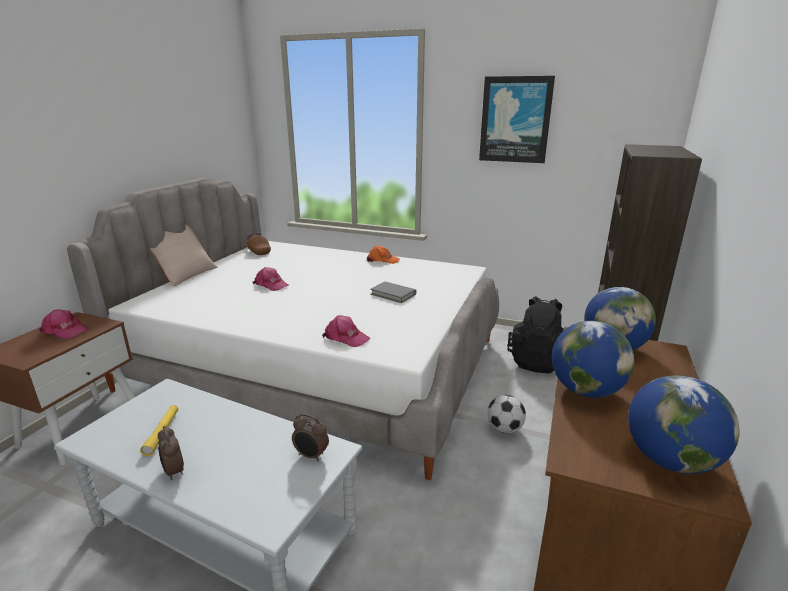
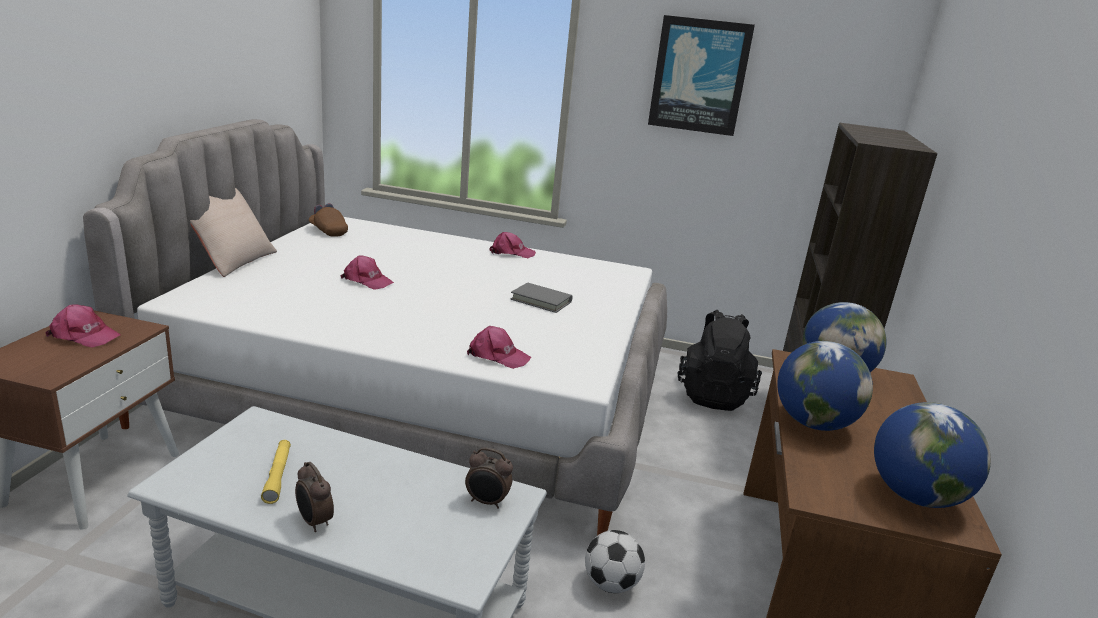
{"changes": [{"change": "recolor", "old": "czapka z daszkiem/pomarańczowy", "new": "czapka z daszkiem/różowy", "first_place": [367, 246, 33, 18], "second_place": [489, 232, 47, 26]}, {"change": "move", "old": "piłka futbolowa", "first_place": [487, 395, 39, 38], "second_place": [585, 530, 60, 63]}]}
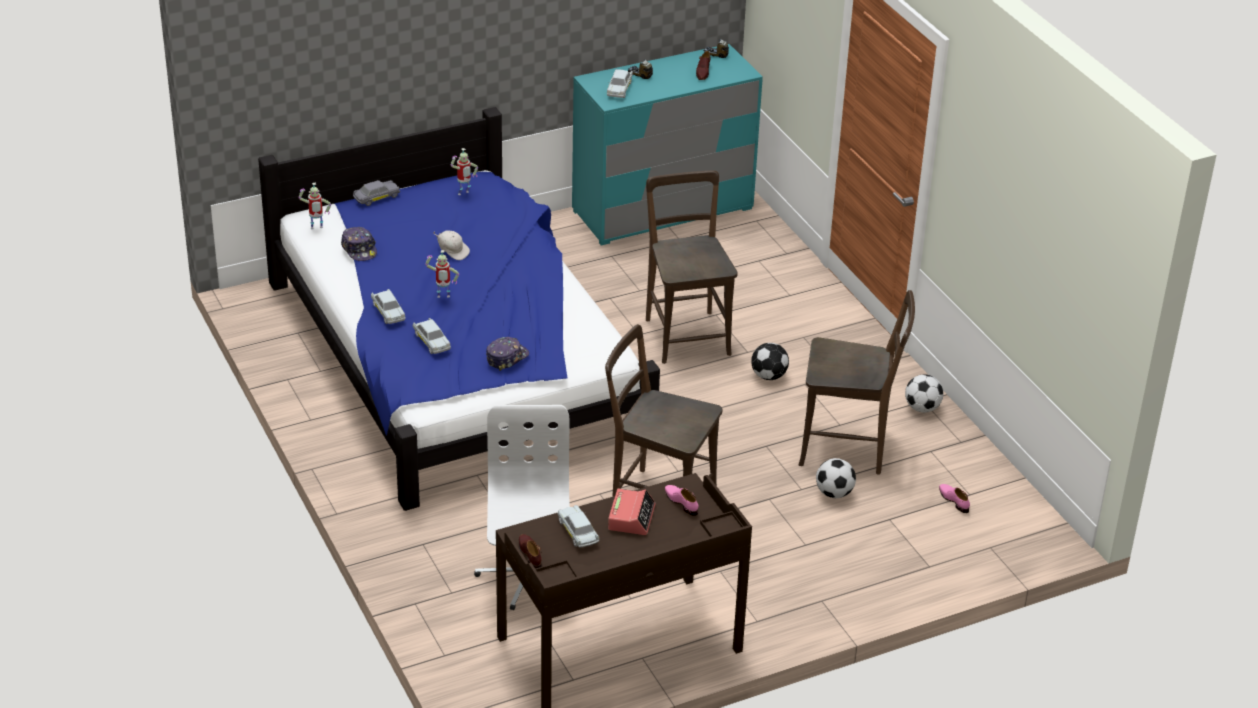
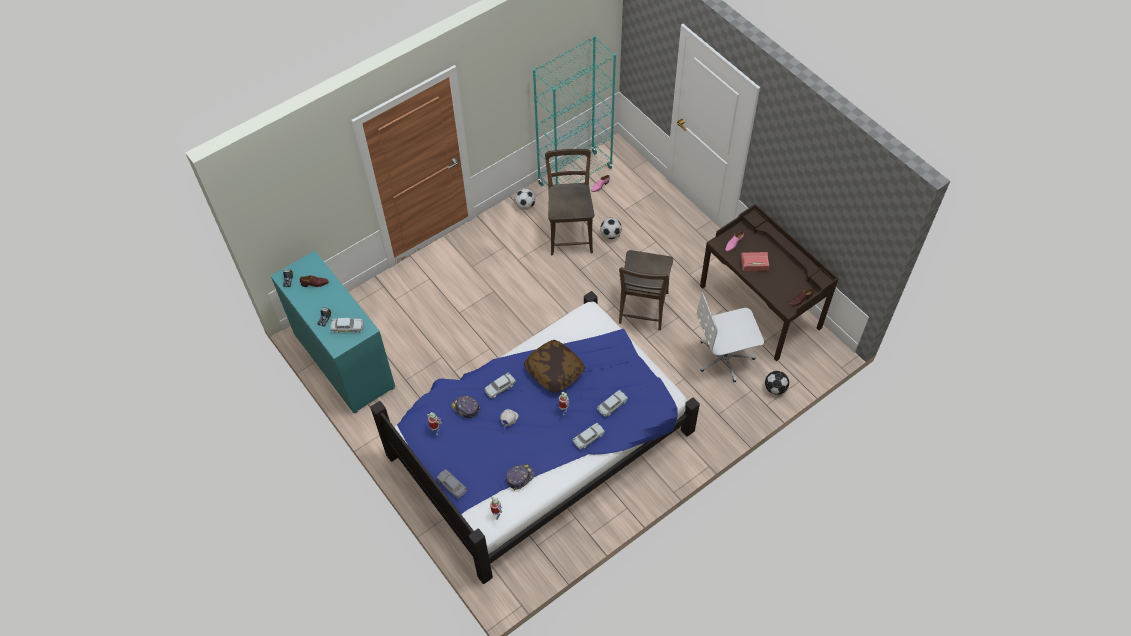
{"changes": [{"change": "delete", "old": "krzesło/brązowy", "first_place": [646, 170, 92, 194]}, {"change": "move", "old": "czapka z daszkiem", "first_place": [486, 337, 43, 34], "second_place": [451, 396, 30, 22]}, {"change": "move", "old": "piłka futbolowa", "first_place": [751, 343, 38, 37], "second_place": [765, 371, 24, 24]}, {"change": "move", "old": "samochodzik/biały", "first_place": [558, 505, 41, 43], "second_place": [484, 372, 32, 26]}, {"change": "insert", "new": "regał/turkusowy", "second_place": [533, 36, 83, 150]}, {"change": "insert", "new": "poduszka", "second_place": [524, 340, 61, 53]}]}
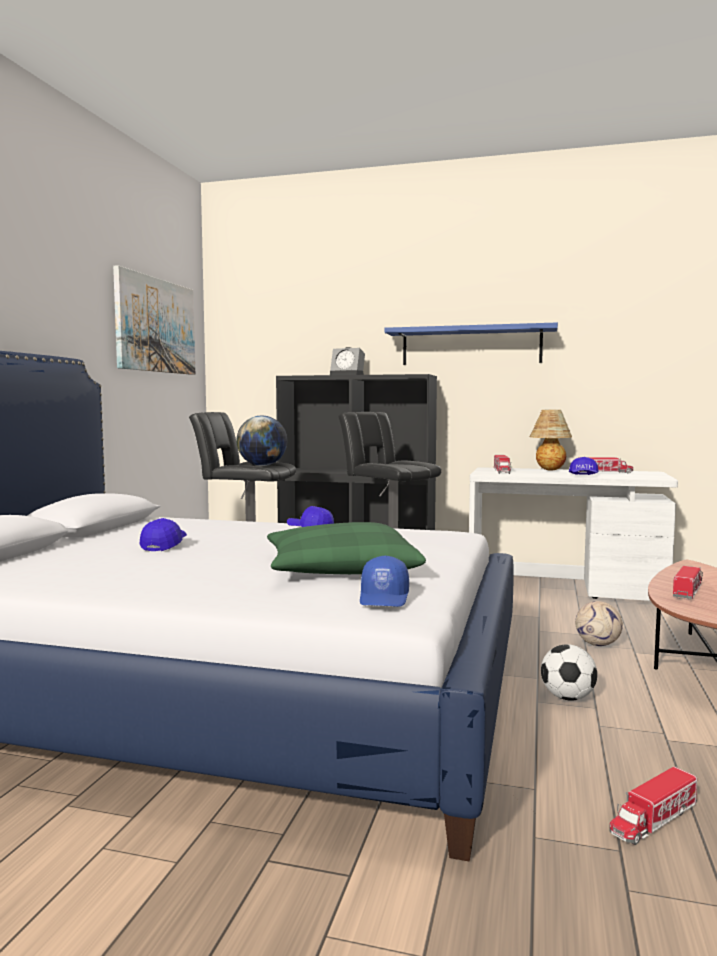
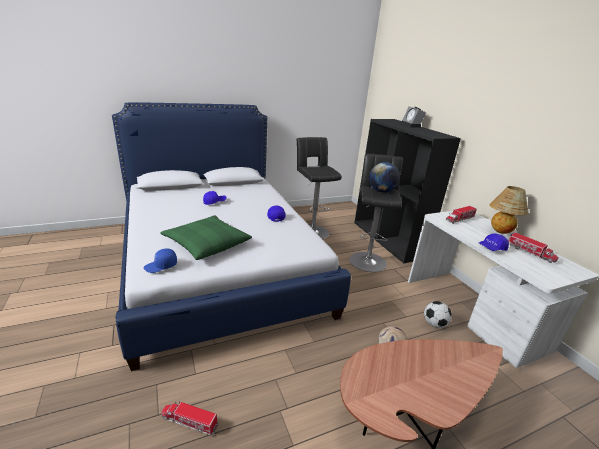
{"changes": [{"change": "delete", "old": "obraz", "first_place": [113, 265, 82, 110]}, {"change": "delete", "old": "półka/niebieski", "first_place": [384, 322, 174, 43]}, {"change": "move", "old": "globus", "first_place": [236, 415, 51, 51], "second_place": [369, 162, 31, 31]}, {"change": "delete", "old": "ciężarówka zabawkowa", "first_place": [673, 566, 30, 34]}, {"change": "move", "old": "piłka futbolowa", "first_place": [541, 644, 56, 57], "second_place": [424, 301, 28, 27]}]}
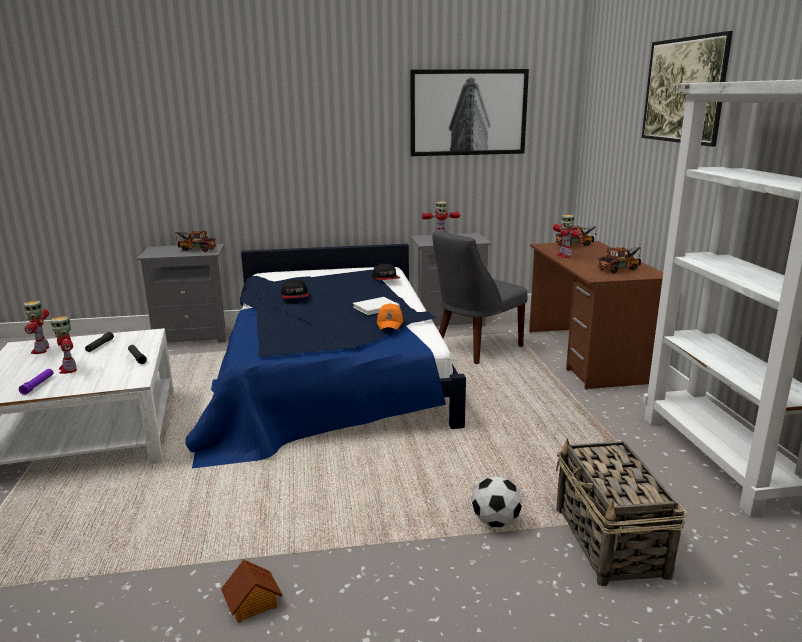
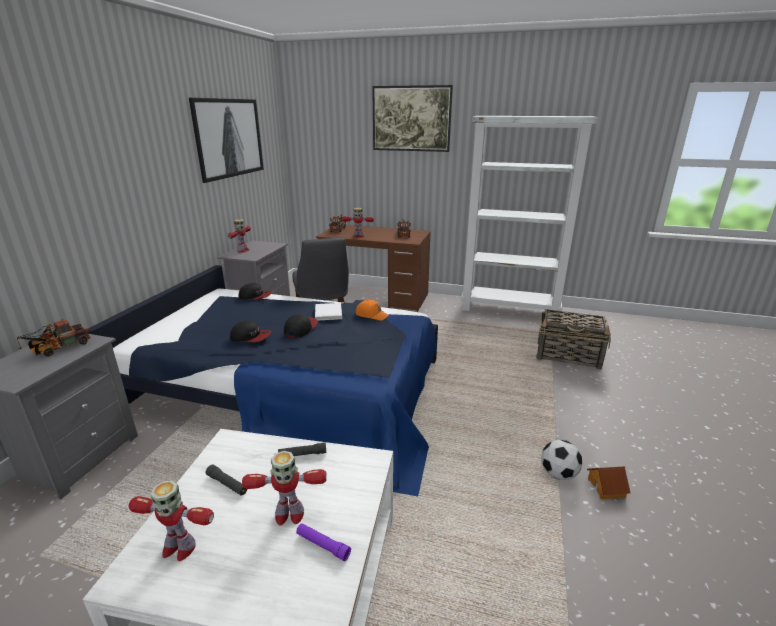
{"changes": [{"change": "move", "old": "piłka futbolowa", "first_place": [472, 476, 50, 52], "second_place": [541, 440, 41, 40]}, {"change": "insert", "new": "czapka z daszkiem", "second_place": [284, 314, 34, 24]}]}
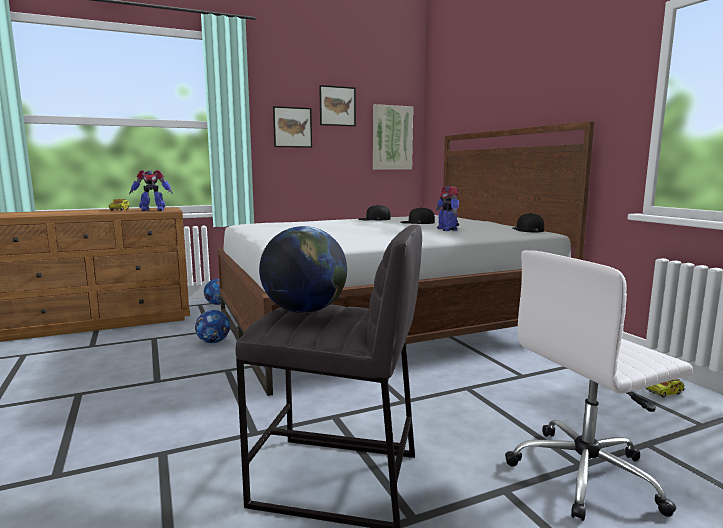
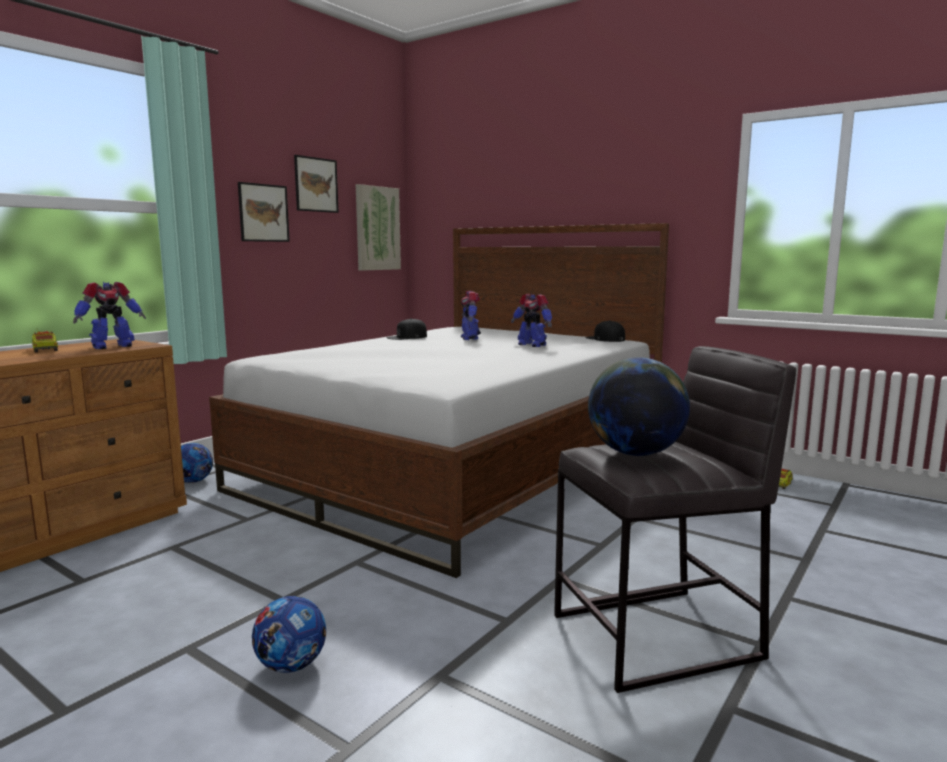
{"changes": [{"change": "replace", "old": "czapka z daszkiem/czarny", "new": "robot zabawkowy", "first_place": [400, 207, 35, 17], "second_place": [461, 291, 20, 49]}, {"change": "delete", "old": "krzesło biurowe/biały", "first_place": [505, 250, 188, 271]}, {"change": "move", "old": "piłka futbolowa", "first_place": [195, 310, 35, 33], "second_place": [252, 596, 74, 77]}]}
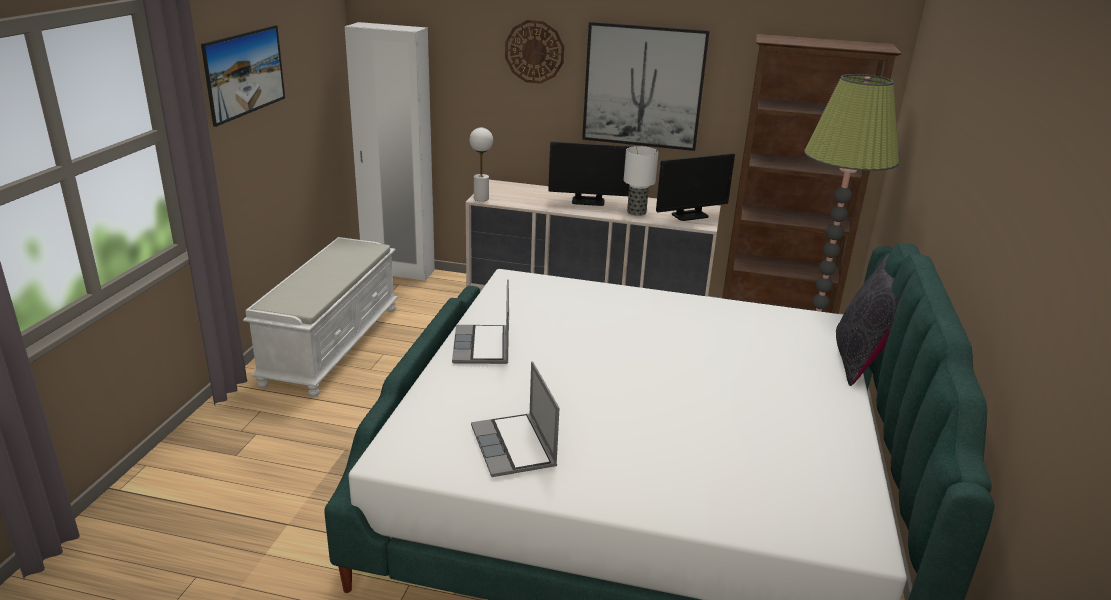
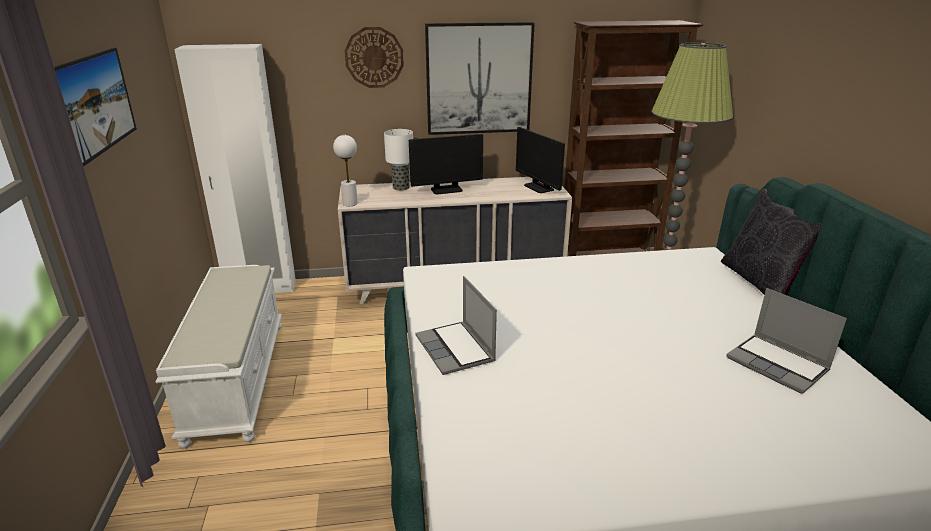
{"changes": [{"change": "move", "old": "lampa stołowa", "first_place": [624, 146, 35, 70], "second_place": [384, 129, 29, 62]}, {"change": "rotate", "old": "monitor", "first_place": [656, 153, 79, 68], "second_place": [516, 127, 49, 66], "degrees": 105}, {"change": "move", "old": "laptop", "first_place": [471, 361, 89, 116], "second_place": [726, 288, 121, 106]}]}
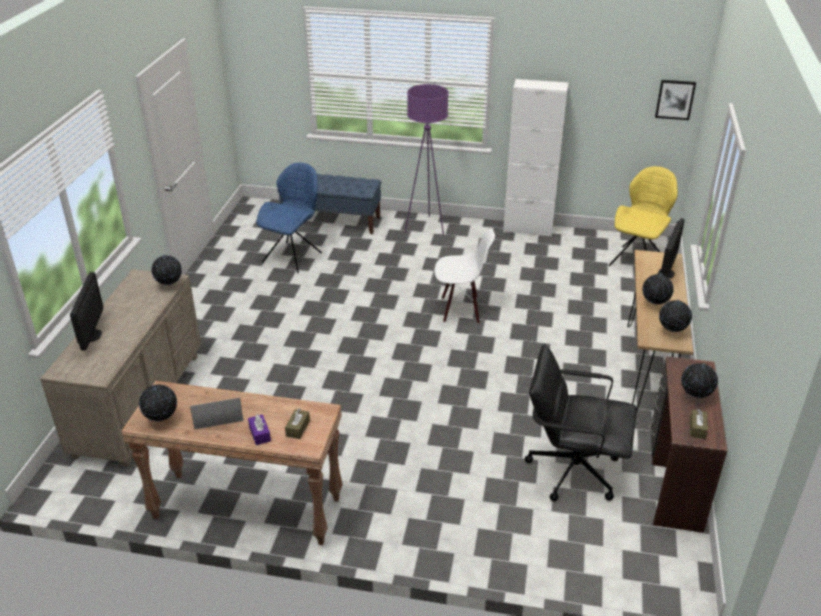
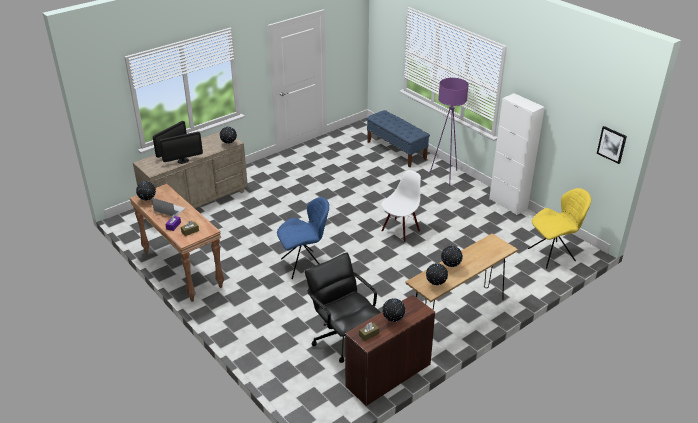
{"changes": [{"change": "move", "old": "krzesło/niebieski", "first_place": [256, 163, 66, 110], "second_place": [277, 197, 52, 82]}, {"change": "move", "old": "monitor", "first_place": [658, 218, 27, 61], "second_place": [159, 132, 44, 32]}, {"change": "rotate", "old": "krzesło/biały", "first_place": [434, 229, 61, 95], "second_place": [381, 170, 40, 72], "degrees": -90}]}
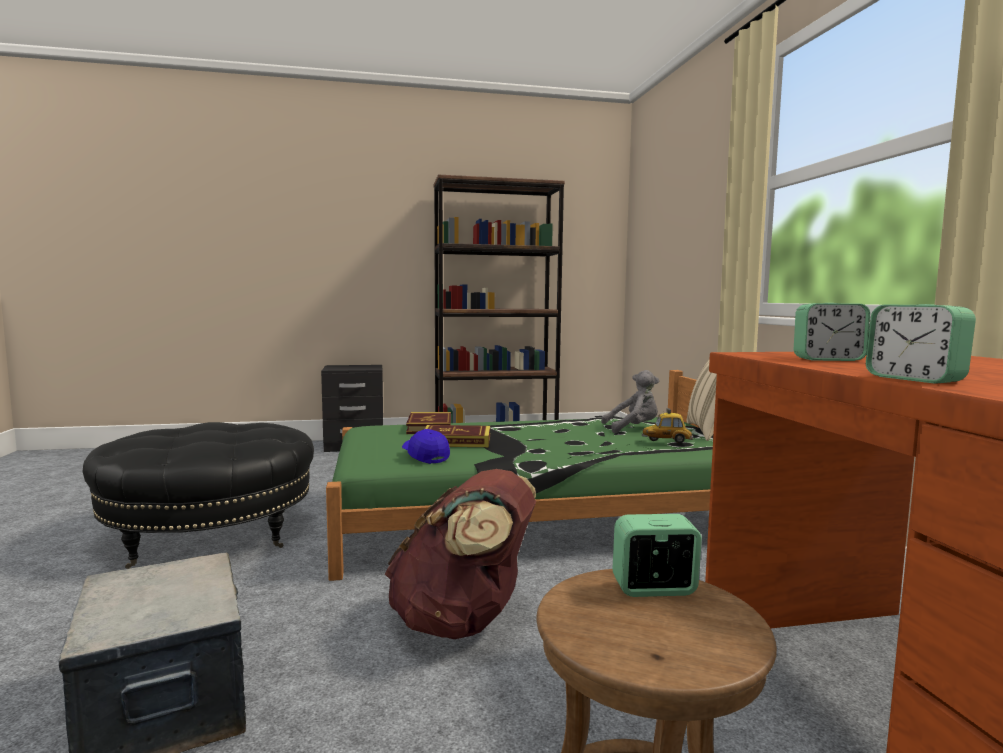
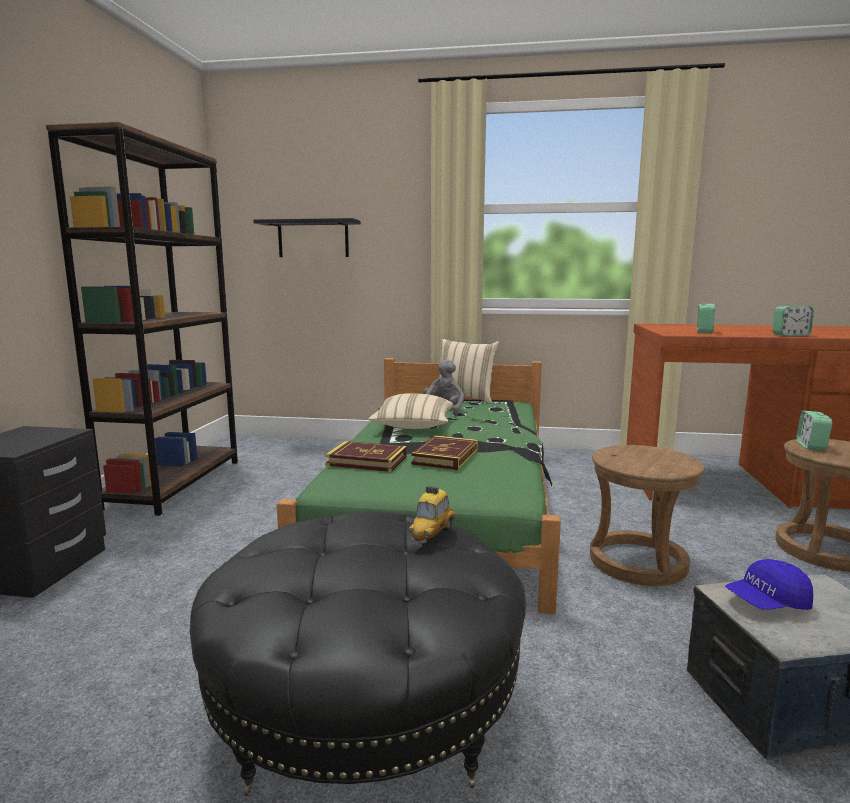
{"changes": [{"change": "move", "old": "samochodzik", "first_place": [642, 408, 52, 35], "second_place": [408, 486, 48, 59]}, {"change": "move", "old": "czapka z daszkiem/niebieski", "first_place": [402, 429, 48, 35], "second_place": [725, 559, 88, 51]}, {"change": "replace", "old": "plecak/brązowy", "new": "stołek/brązowy", "first_place": [385, 469, 151, 170], "second_place": [590, 445, 115, 141]}, {"change": "insert", "new": "półka/czarny", "second_place": [253, 218, 108, 39]}, {"change": "insert", "new": "poduszka/beżowy", "second_place": [368, 393, 85, 36]}]}
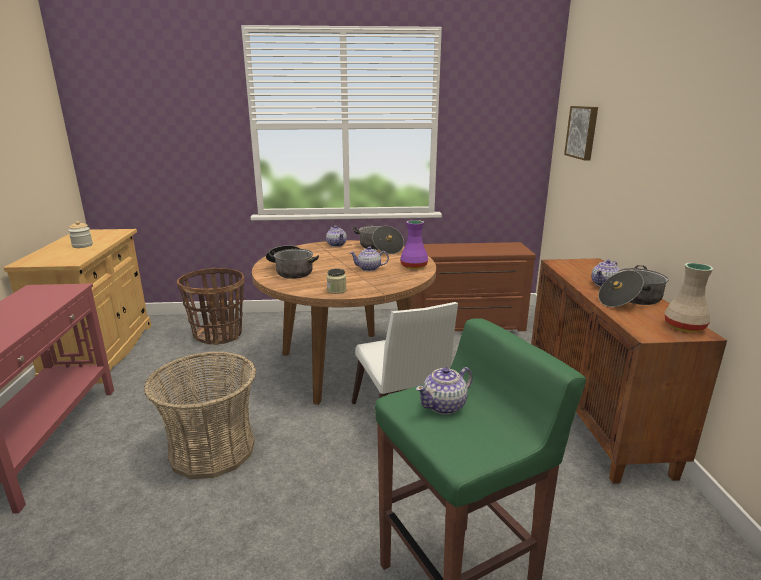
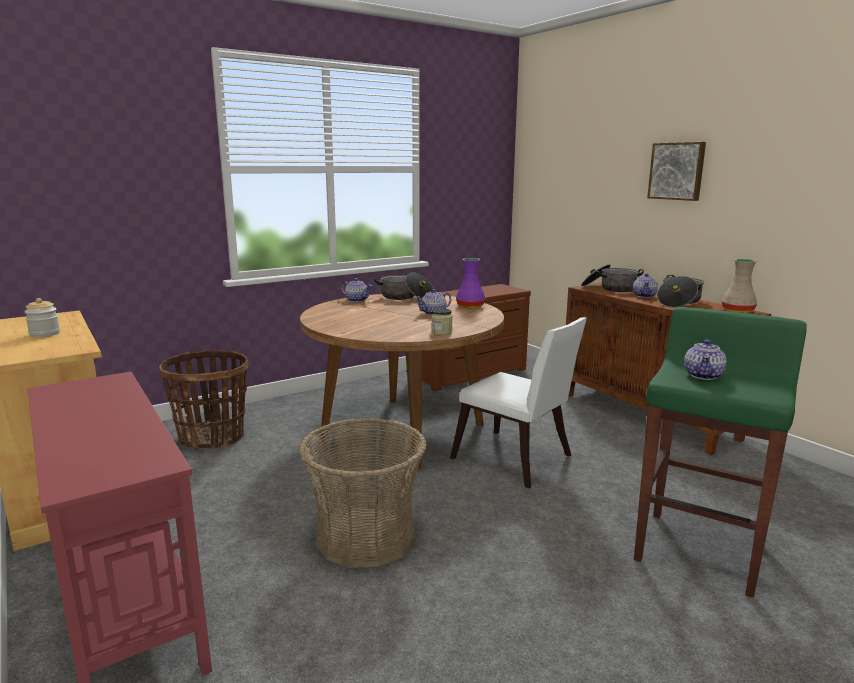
{"changes": [{"change": "move", "old": "obraz", "first_place": [564, 106, 34, 55], "second_place": [647, 142, 59, 59]}, {"change": "move", "old": "garnek", "first_place": [266, 245, 53, 34], "second_place": [581, 264, 63, 28]}]}
